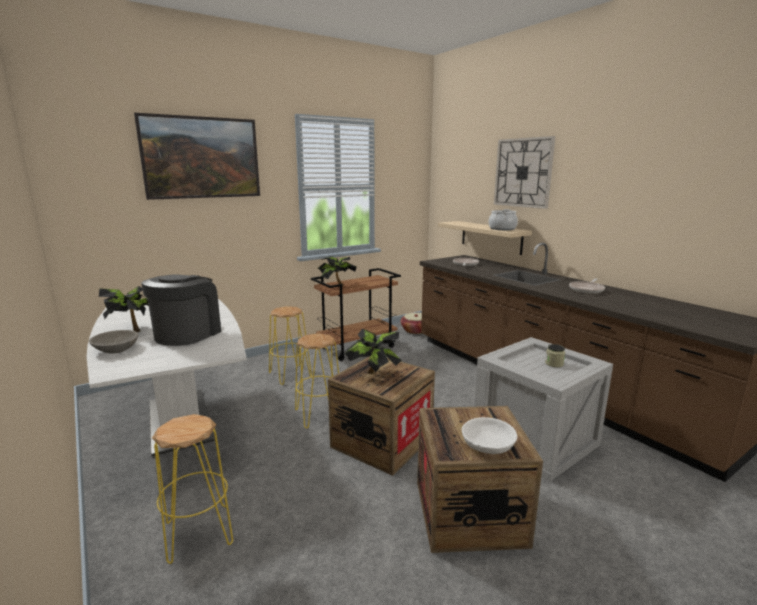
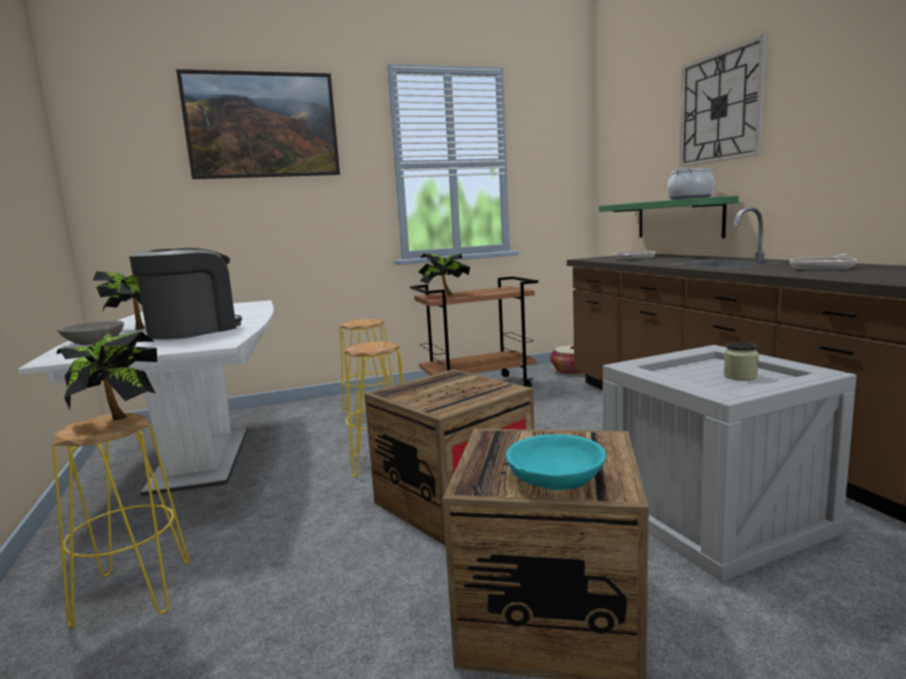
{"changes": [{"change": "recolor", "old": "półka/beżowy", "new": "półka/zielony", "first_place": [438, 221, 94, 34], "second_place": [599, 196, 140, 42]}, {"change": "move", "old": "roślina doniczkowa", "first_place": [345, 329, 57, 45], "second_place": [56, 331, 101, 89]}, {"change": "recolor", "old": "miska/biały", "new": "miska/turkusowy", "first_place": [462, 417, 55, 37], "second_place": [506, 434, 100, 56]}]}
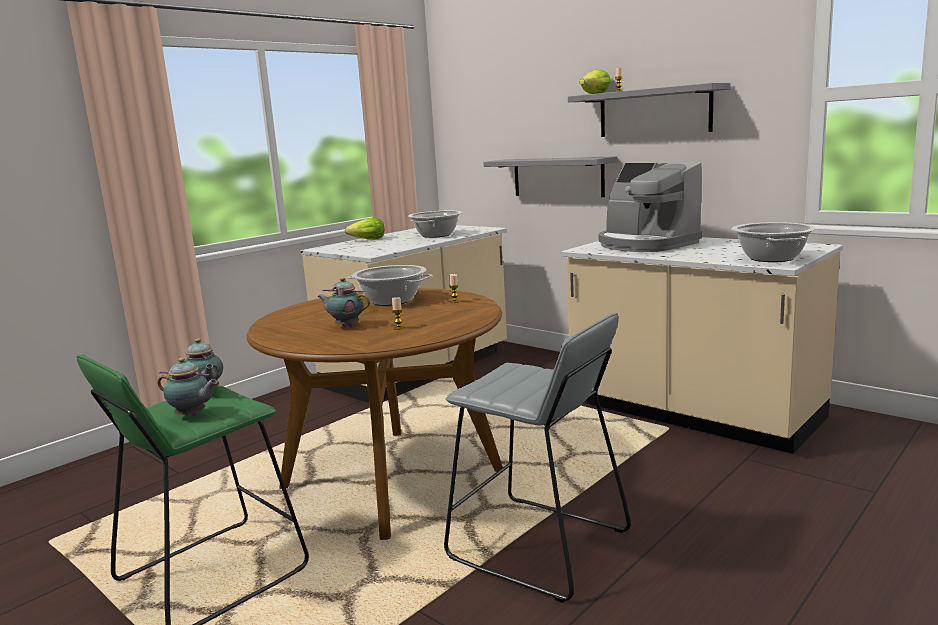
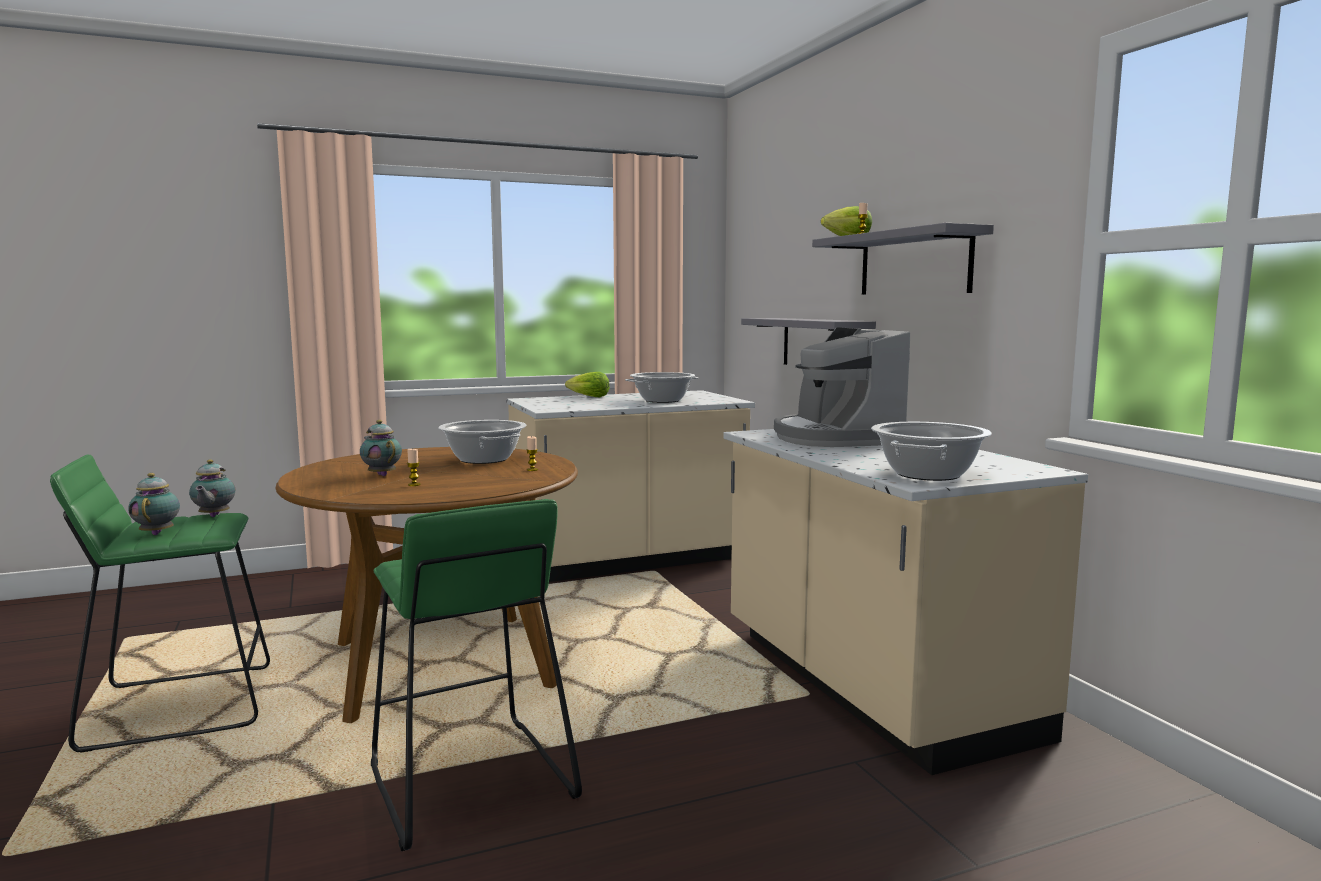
{"changes": [{"change": "recolor", "old": "stołek/szary", "new": "stołek/zielony", "first_place": [444, 313, 187, 290], "second_place": [371, 499, 211, 352]}, {"change": "rotate", "old": "imbryk", "first_place": [157, 358, 61, 58], "second_place": [128, 473, 52, 62], "degrees": -150}]}
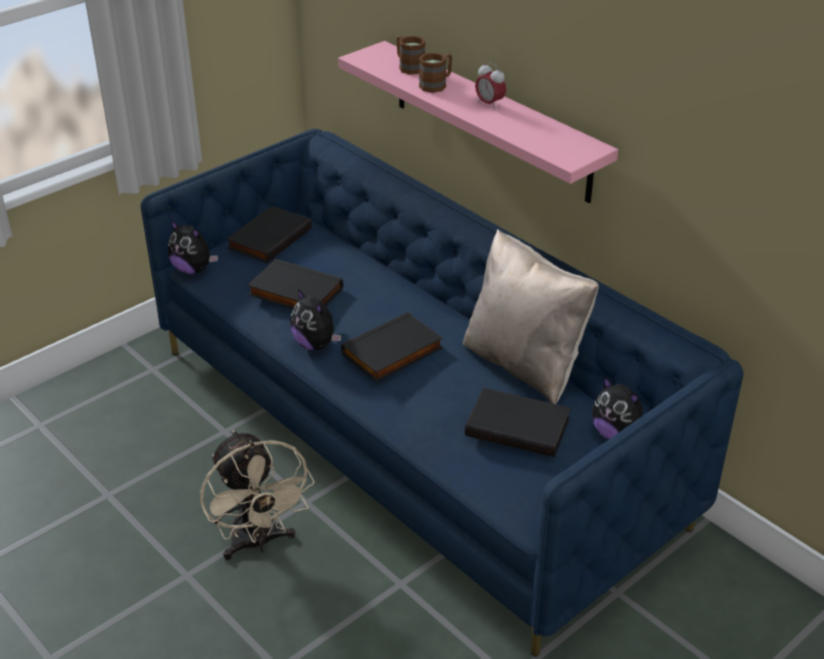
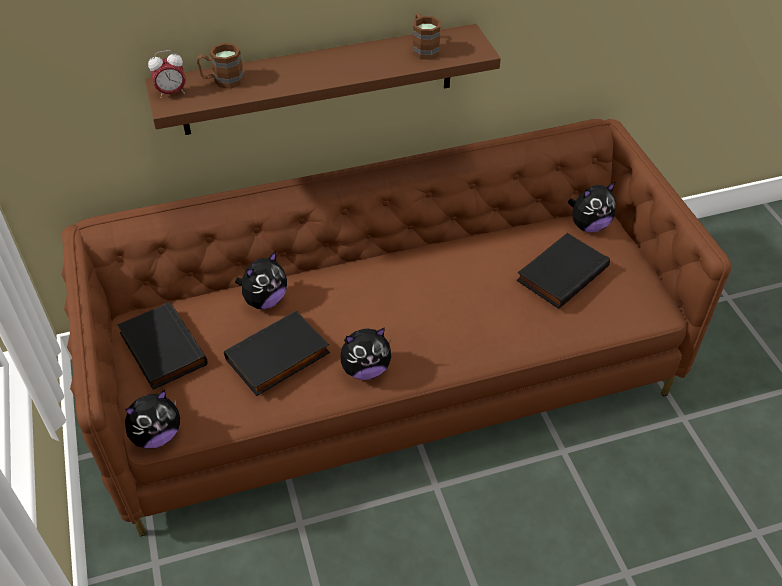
{"changes": [{"change": "recolor", "old": "półka/różowy", "new": "półka/brązowy", "first_place": [338, 41, 280, 162], "second_place": [145, 24, 356, 111]}, {"change": "move", "old": "kubek/brązowy", "first_place": [419, 53, 33, 40], "second_place": [413, 14, 28, 46]}, {"change": "move", "old": "budzik", "first_place": [475, 62, 31, 48], "second_place": [148, 50, 38, 48]}, {"change": "recolor", "old": "kanapa/niebieski", "new": "kanapa/brązowy", "first_place": [141, 129, 603, 528], "second_place": [61, 119, 670, 418]}, {"change": "delete", "old": "poduszka/beżowy", "first_place": [463, 229, 136, 175]}, {"change": "delete", "old": "książka/czarny", "first_place": [341, 312, 102, 70]}, {"change": "delete", "old": "wentylator/beżowy", "first_place": [200, 430, 115, 130]}, {"change": "insert", "new": "pluszak", "second_place": [235, 251, 52, 58]}]}
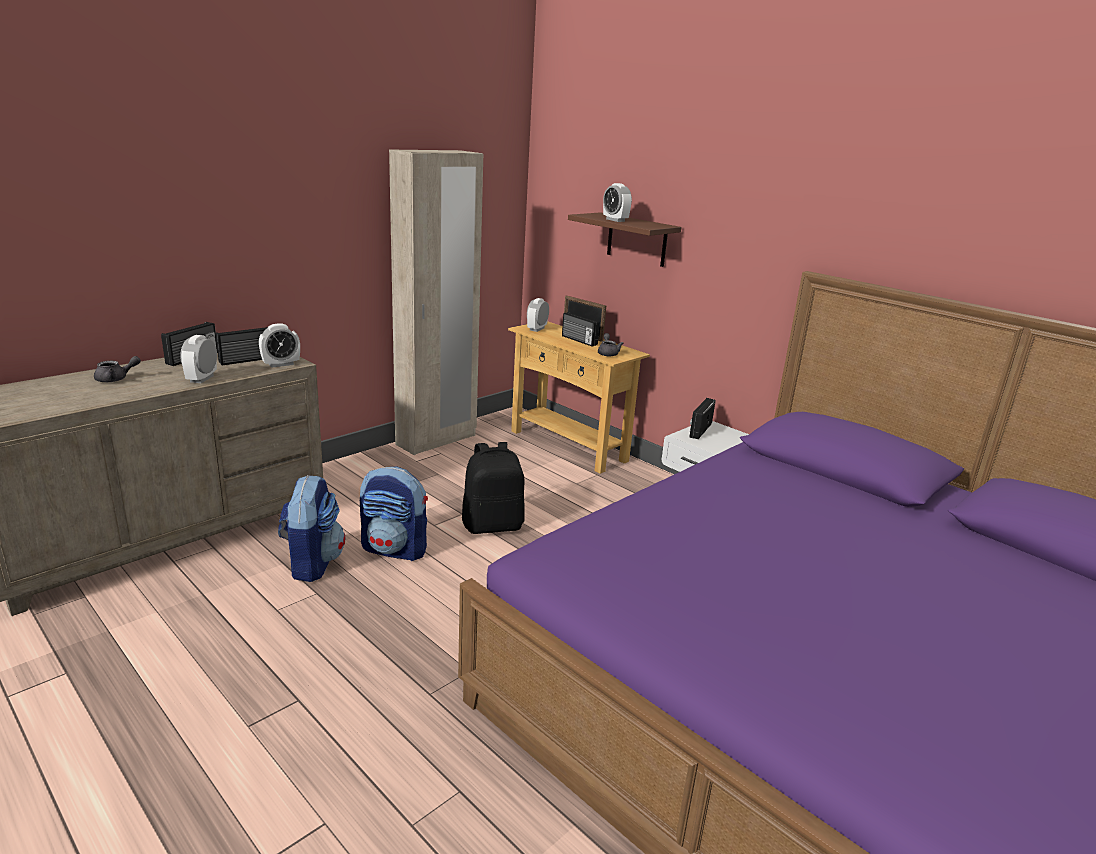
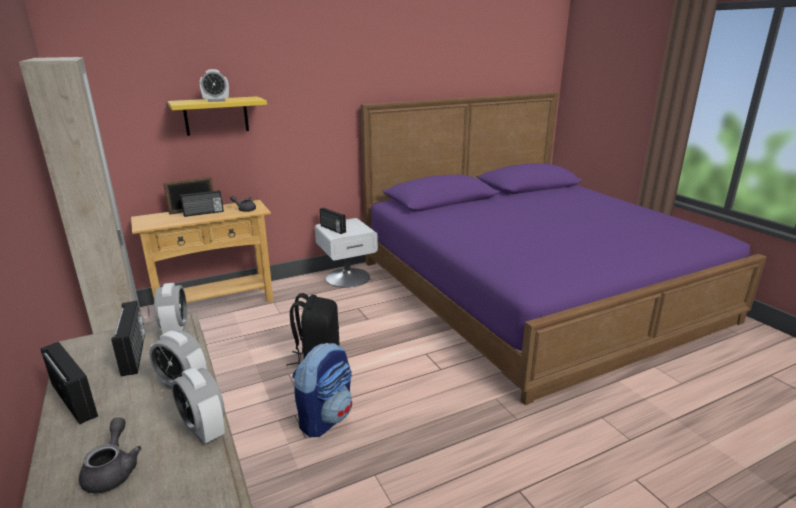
{"changes": [{"change": "recolor", "old": "półka/brązowy", "new": "półka/żółty", "first_place": [568, 212, 114, 55], "second_place": [167, 96, 100, 40]}, {"change": "move", "old": "budzik", "first_place": [527, 298, 22, 34], "second_place": [172, 367, 53, 77]}, {"change": "delete", "old": "plecak", "first_place": [278, 475, 67, 107]}]}
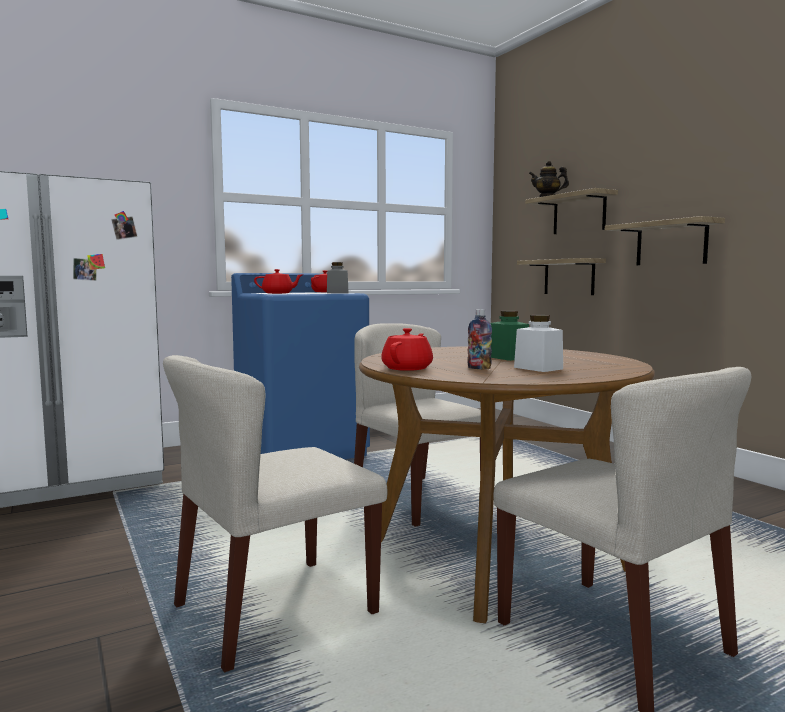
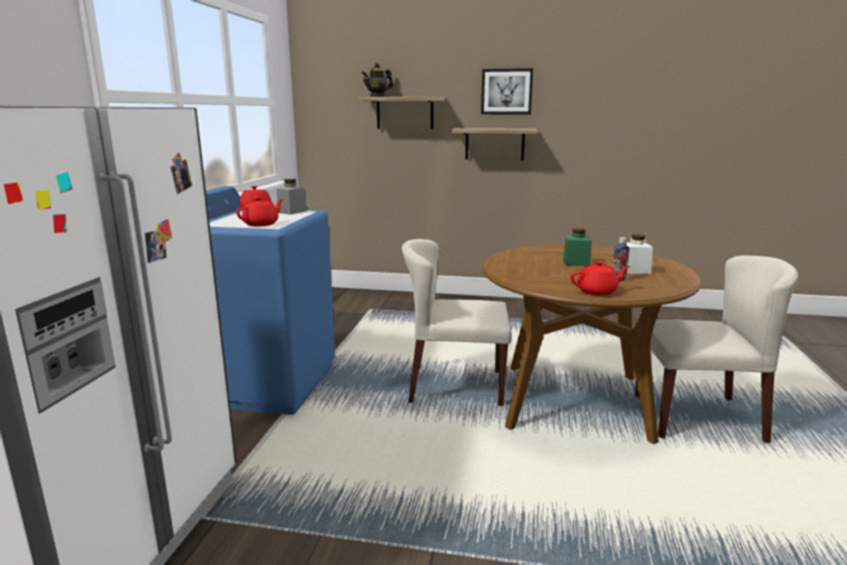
{"changes": [{"change": "delete", "old": "półka", "first_place": [517, 258, 89, 37]}, {"change": "rotate", "old": "imbryk/czerwony", "first_place": [381, 328, 52, 43], "second_place": [570, 261, 60, 35], "degrees": 105}, {"change": "delete", "old": "krzesło/beżowy", "first_place": [163, 355, 224, 317]}, {"change": "insert", "new": "obraz", "second_place": [481, 68, 52, 46]}]}
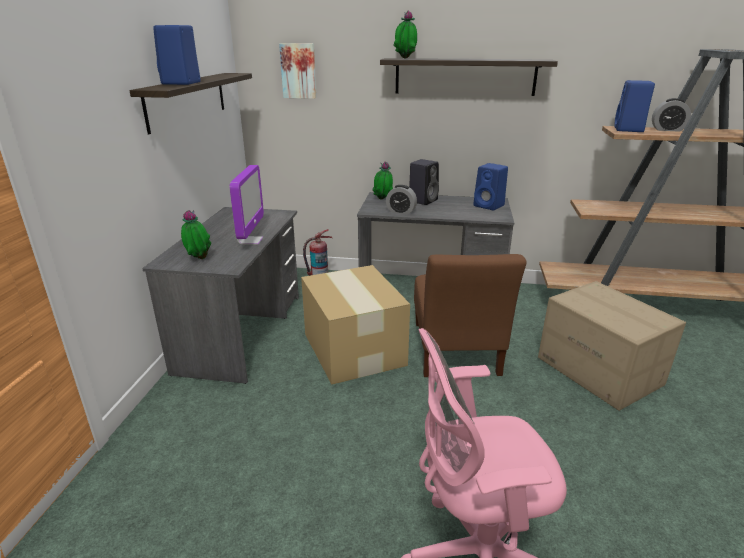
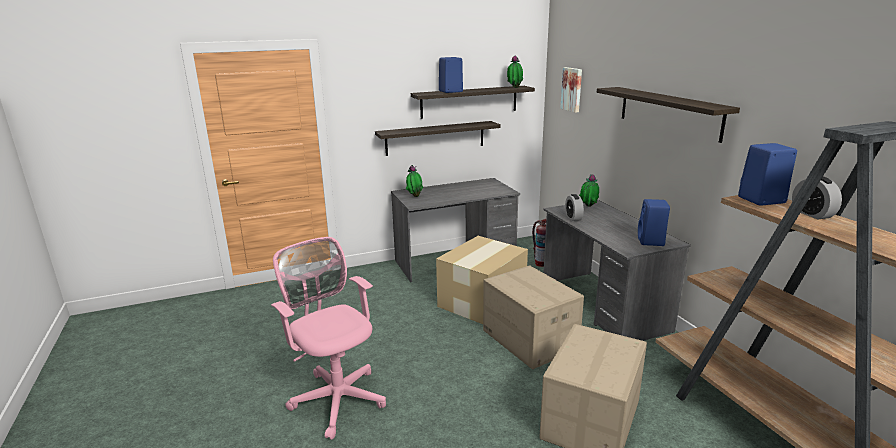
{"changes": [{"change": "move", "old": "roślina doniczkowa", "first_place": [393, 11, 24, 47], "second_place": [507, 55, 16, 33]}, {"change": "delete", "old": "głośnik/czarny", "first_place": [409, 159, 30, 46]}, {"change": "delete", "old": "monitor", "first_place": [230, 165, 34, 80]}, {"change": "replace", "old": "krzesło/brązowy", "new": "karton", "first_place": [414, 254, 113, 123], "second_place": [483, 265, 101, 104]}, {"change": "insert", "new": "półka", "second_place": [375, 121, 126, 35]}]}
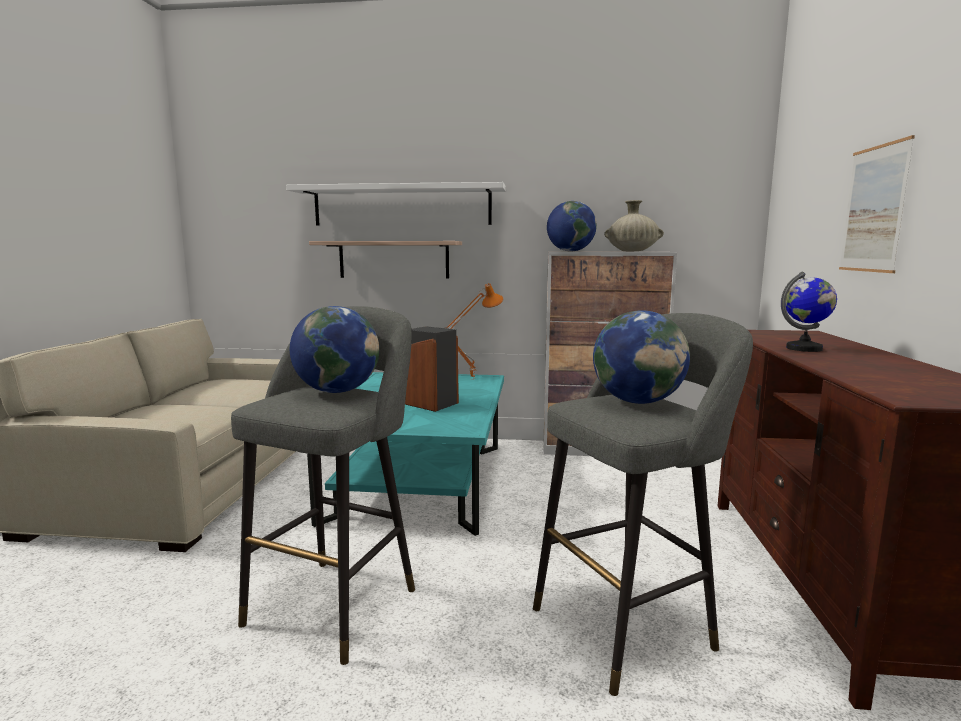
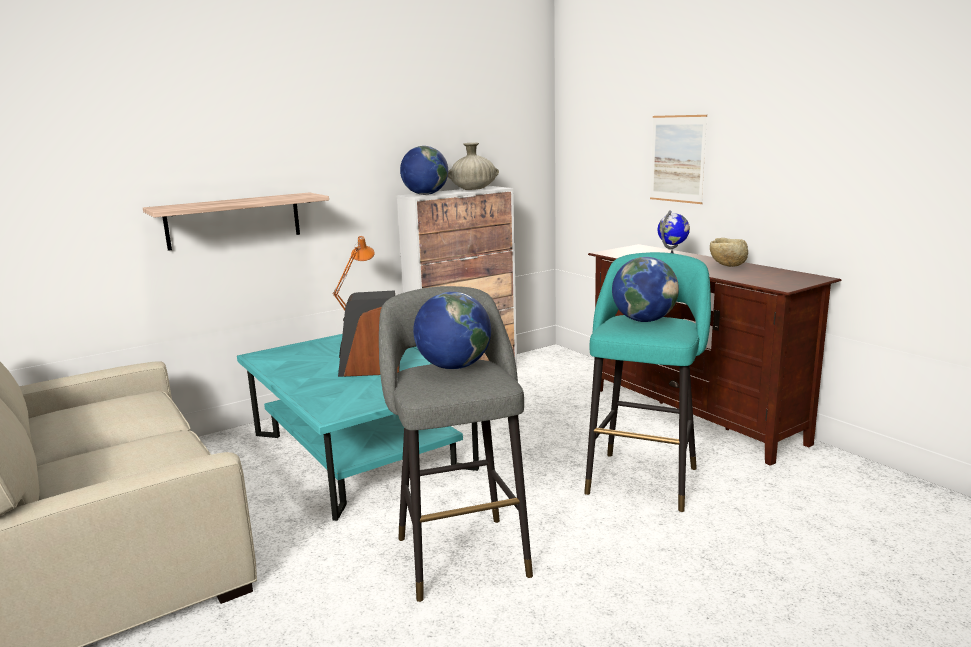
{"changes": [{"change": "delete", "old": "półka/biały", "first_place": [286, 182, 220, 44]}, {"change": "recolor", "old": "stołek/szary", "new": "stołek/turkusowy", "first_place": [533, 313, 220, 383], "second_place": [584, 252, 127, 260]}, {"change": "insert", "new": "miska/beżowy", "second_place": [710, 238, 38, 29]}]}
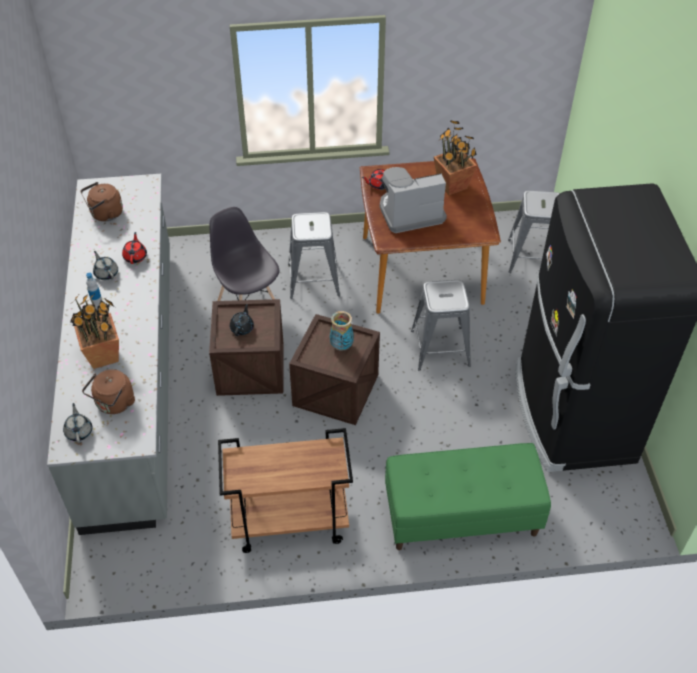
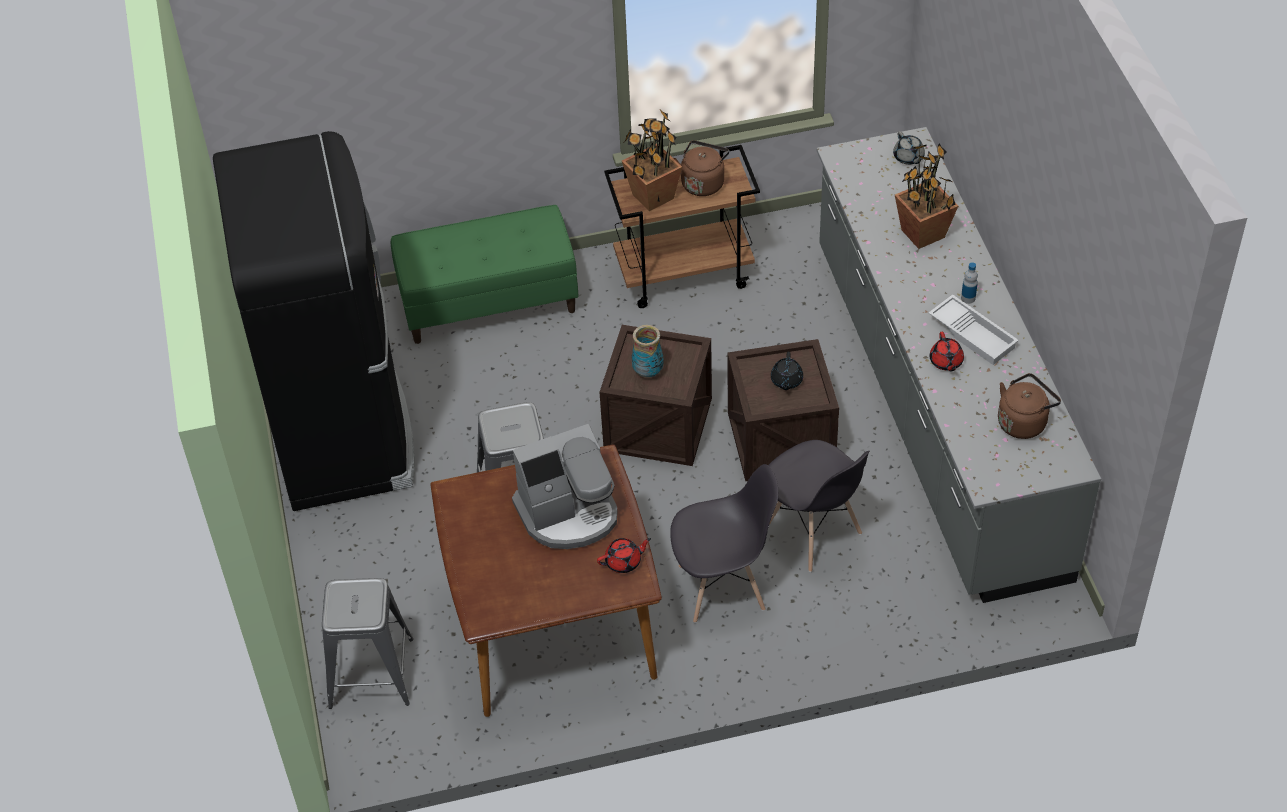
{"changes": [{"change": "move", "old": "roślina doniczkowa", "first_place": [434, 120, 43, 75], "second_place": [622, 110, 60, 101]}, {"change": "replace", "old": "stołek/szary", "new": "krzesło/szary", "first_place": [288, 212, 52, 87], "second_place": [670, 464, 108, 159]}, {"change": "replace", "old": "imbryk/szary", "new": "taca/biały", "first_place": [93, 251, 25, 29], "second_place": [929, 294, 90, 71]}, {"change": "move", "old": "czajnik/brązowy", "first_place": [82, 369, 53, 45], "second_place": [673, 140, 56, 56]}]}
